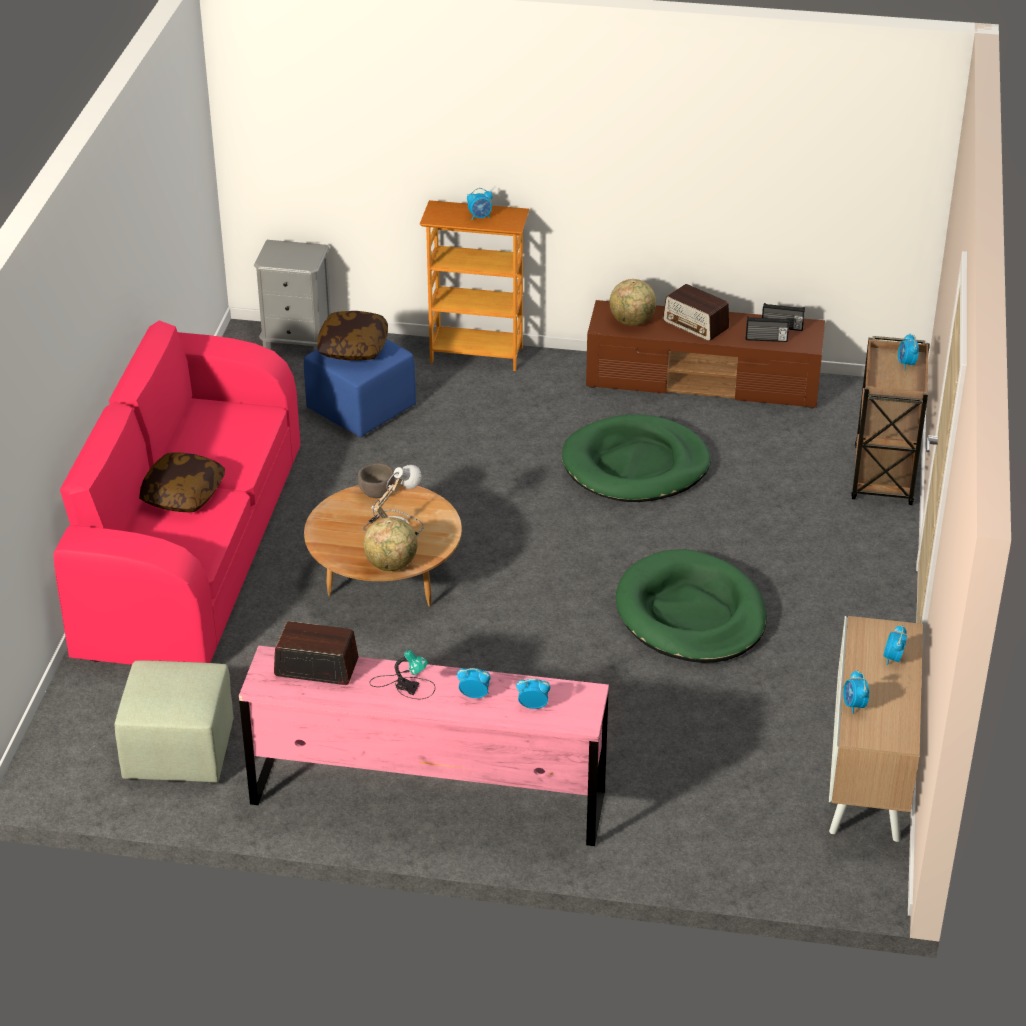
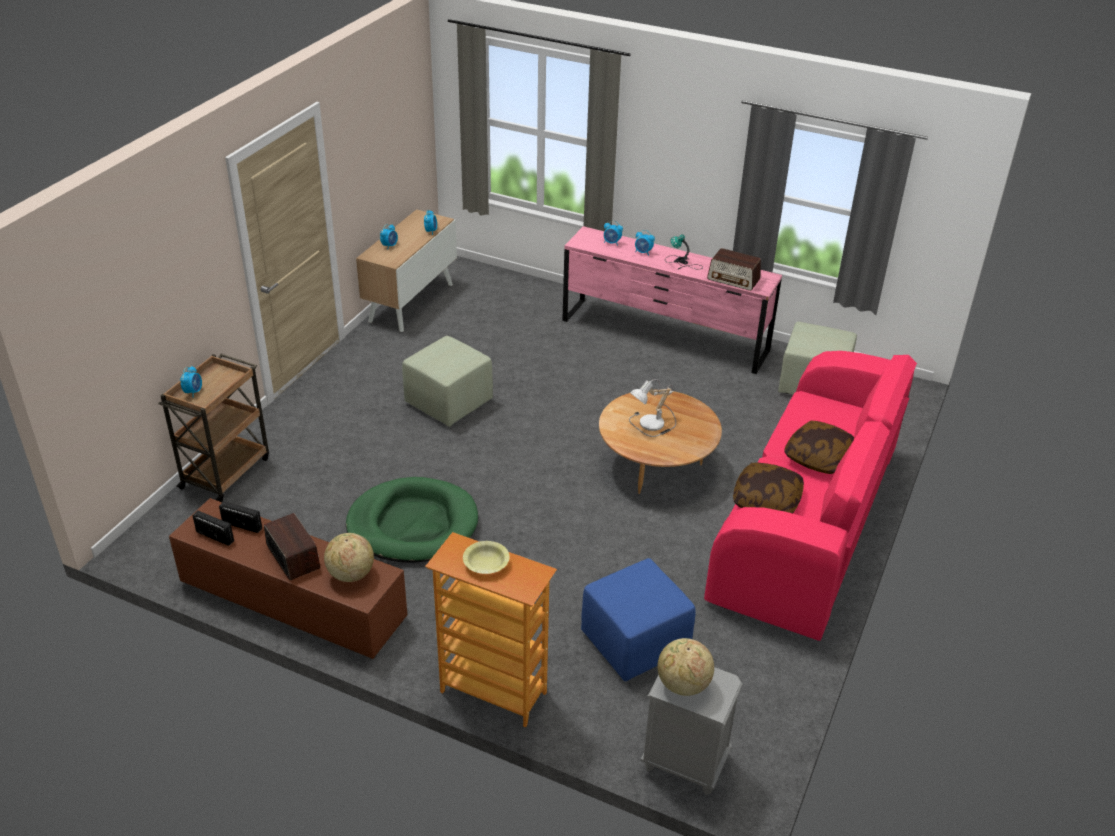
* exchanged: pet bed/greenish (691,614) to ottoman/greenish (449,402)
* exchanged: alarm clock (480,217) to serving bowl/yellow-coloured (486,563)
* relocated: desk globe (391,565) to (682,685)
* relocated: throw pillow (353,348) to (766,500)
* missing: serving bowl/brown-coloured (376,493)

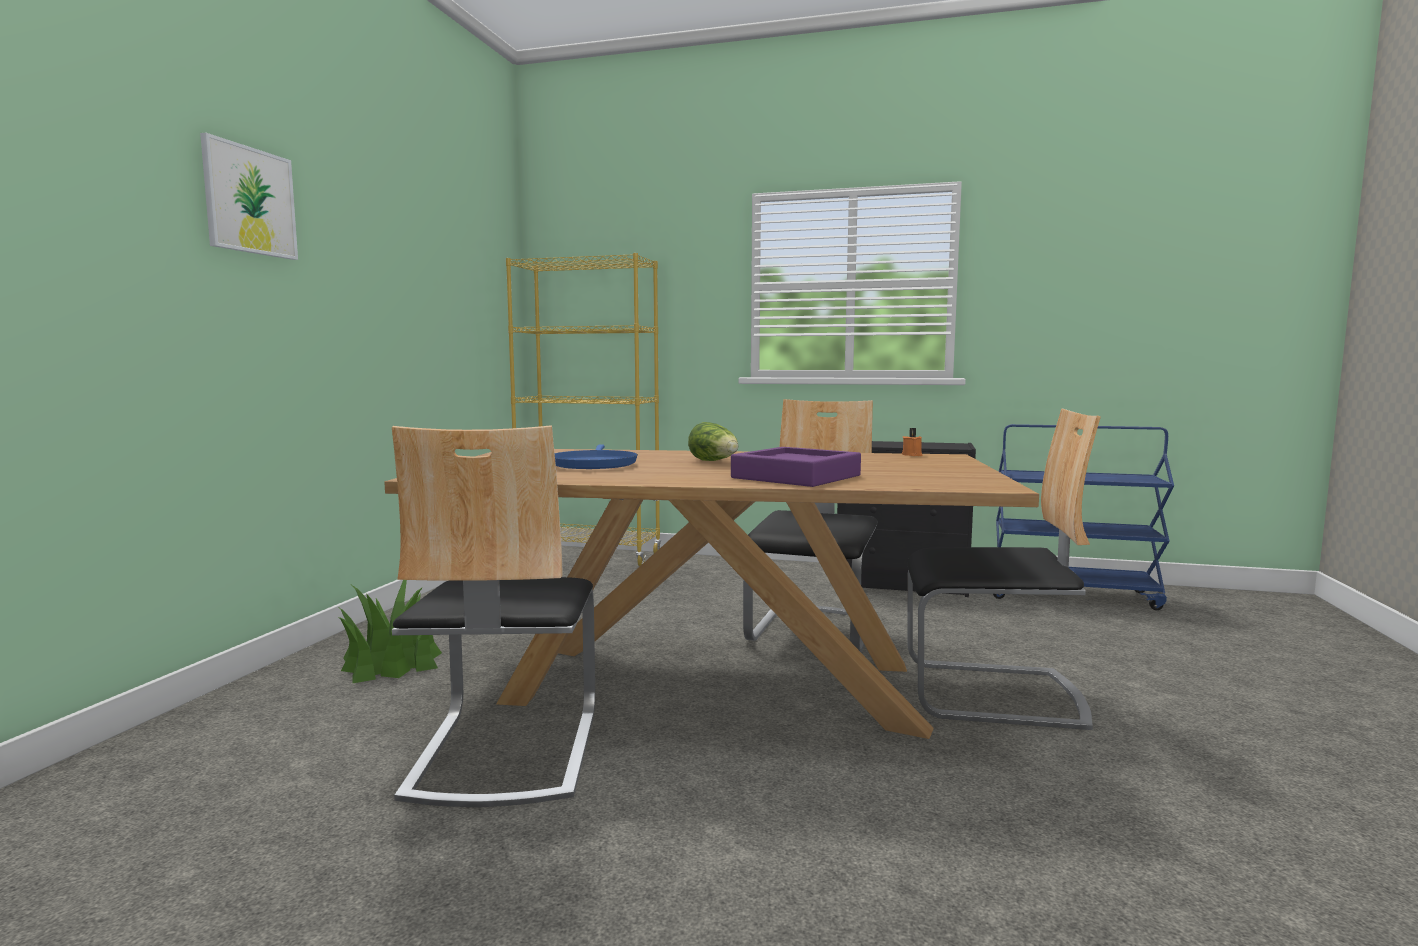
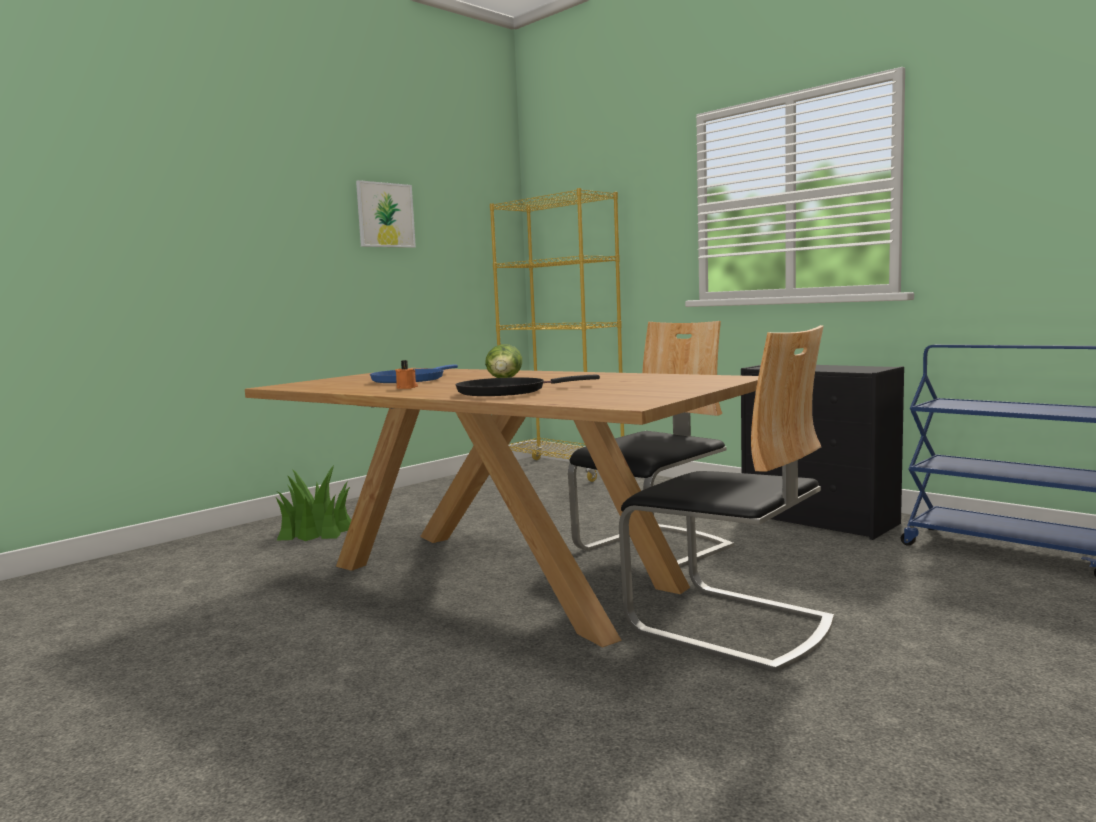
* relocated: wall picture (249,201) to (385,215)
* relocated: wax candle/orange (912,455) to (407,387)
* exchanged: carrying tray/purplish (796,477) to skillet/blackish (507,392)
* missing: plain chair (504,750)

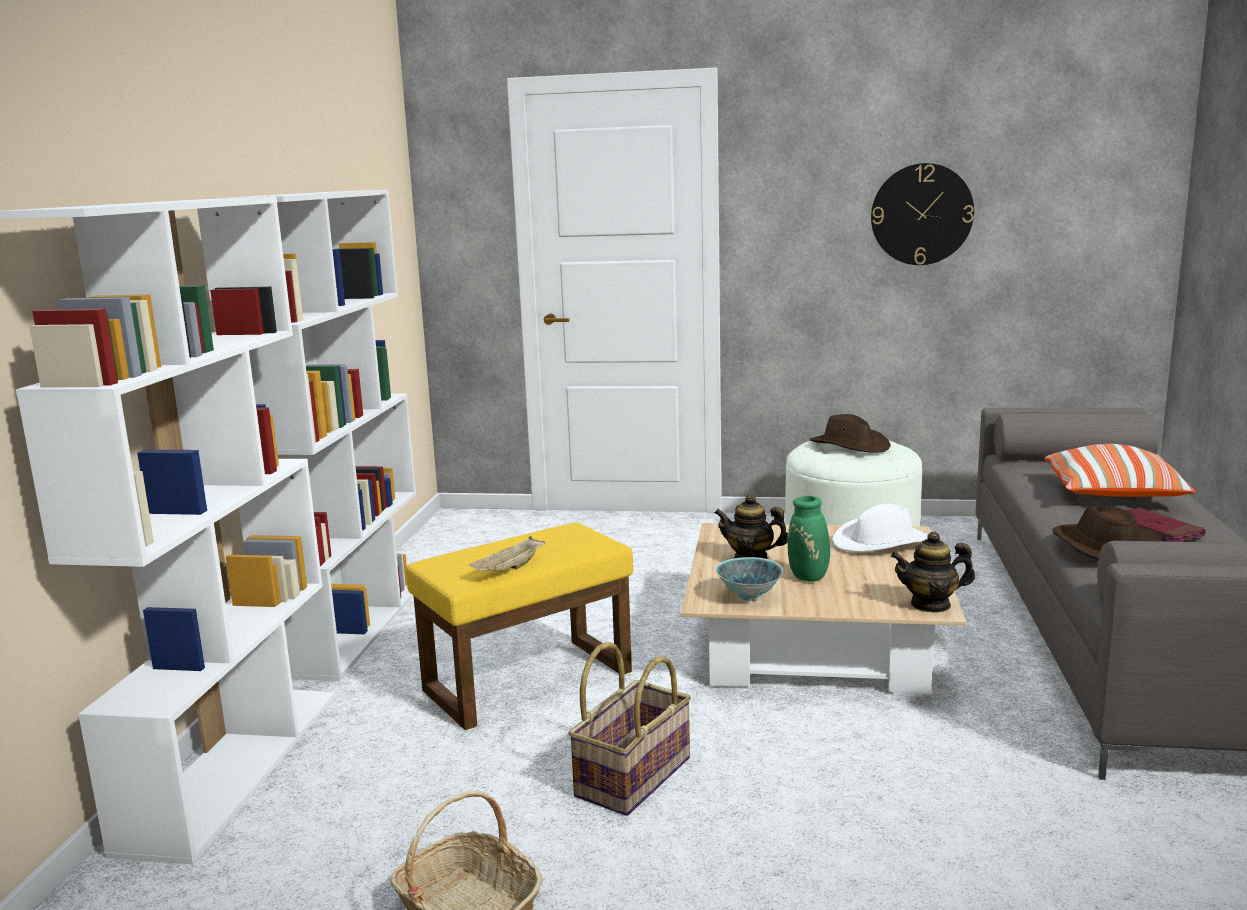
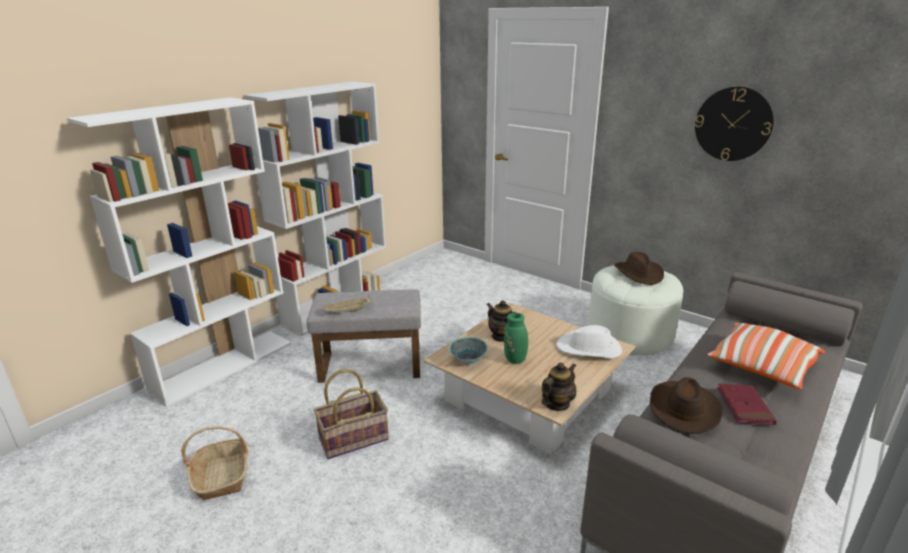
* colour: ottoman/yellow-coloured (527,682) to ottoman/greyish (369,366)
* spun: teapot (931,604) = (556,404) 105 degrees clockwise

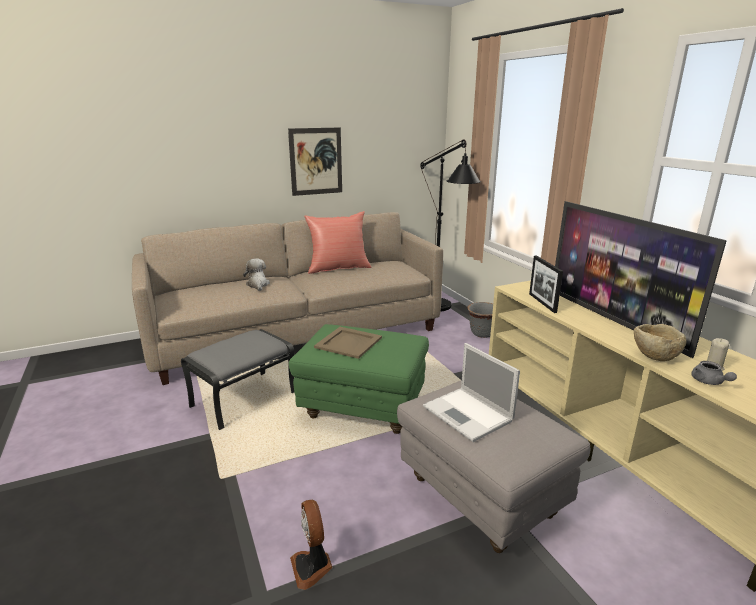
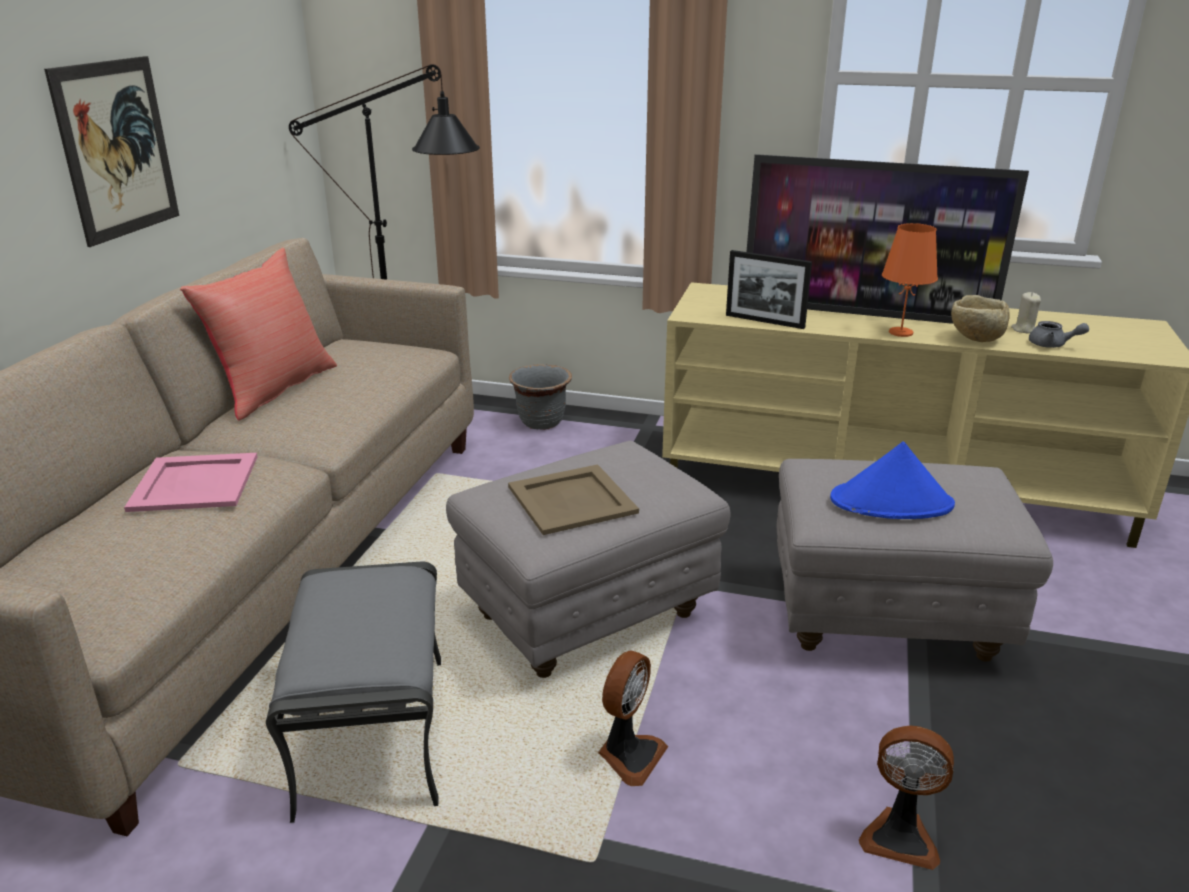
* exchanged: soft toy (258,285) to carrying tray/pink-coloured (195,483)
* colour: ottoman/greenish (363,409) to ottoman/greyish (587,615)
* appeared: fan (629,755)
* exchanged: notebook computer (469,414) to hat/blue-coloured (892,503)
* appeared: lamp for a table/orange (900,332)

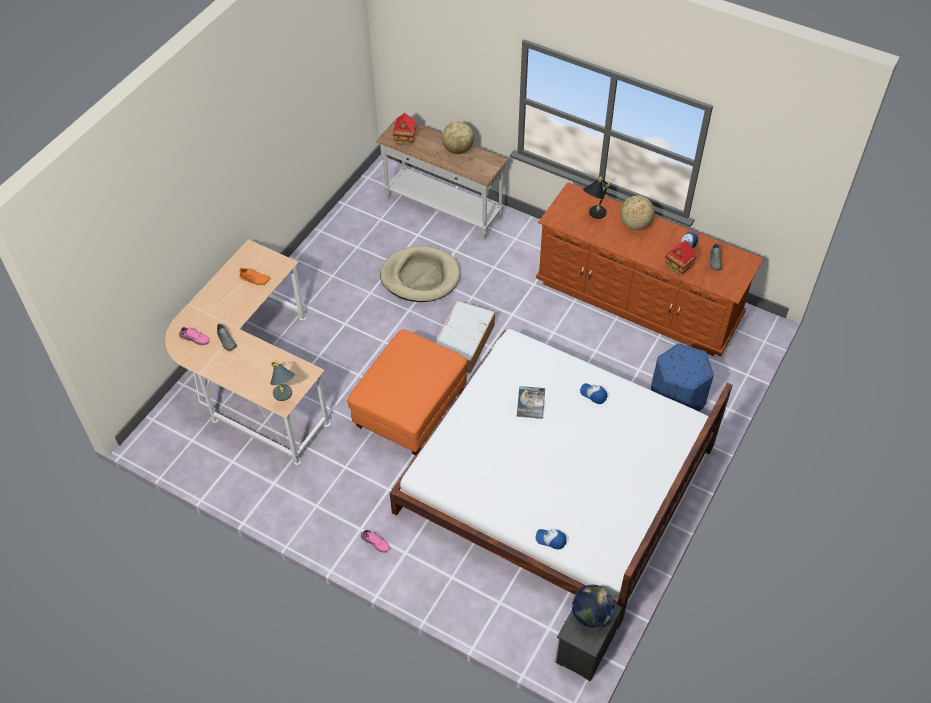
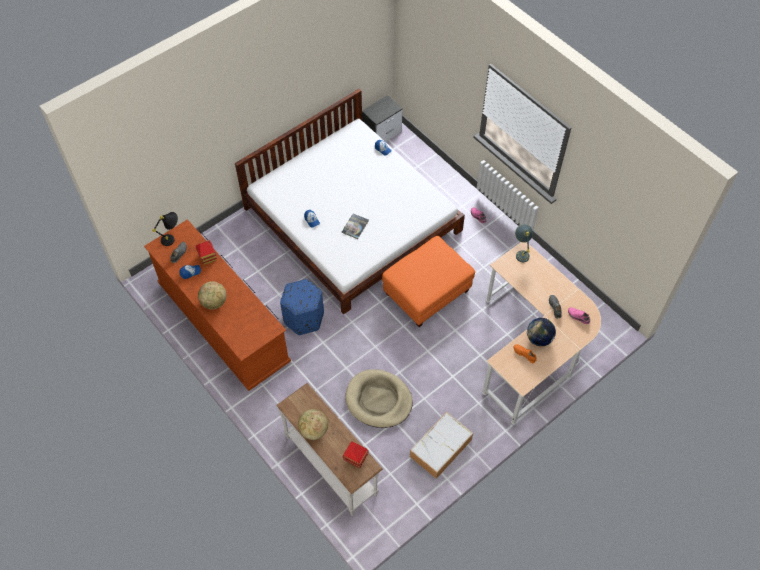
* relocated: lamp for a table/blackish (593,216) to (172,238)
* relocated: ottoman/blue-coloured (677,399) to (303,318)
* relocated: storage container (463,341) to (440,449)
* relocated: desk globe (591,614) to (539,338)

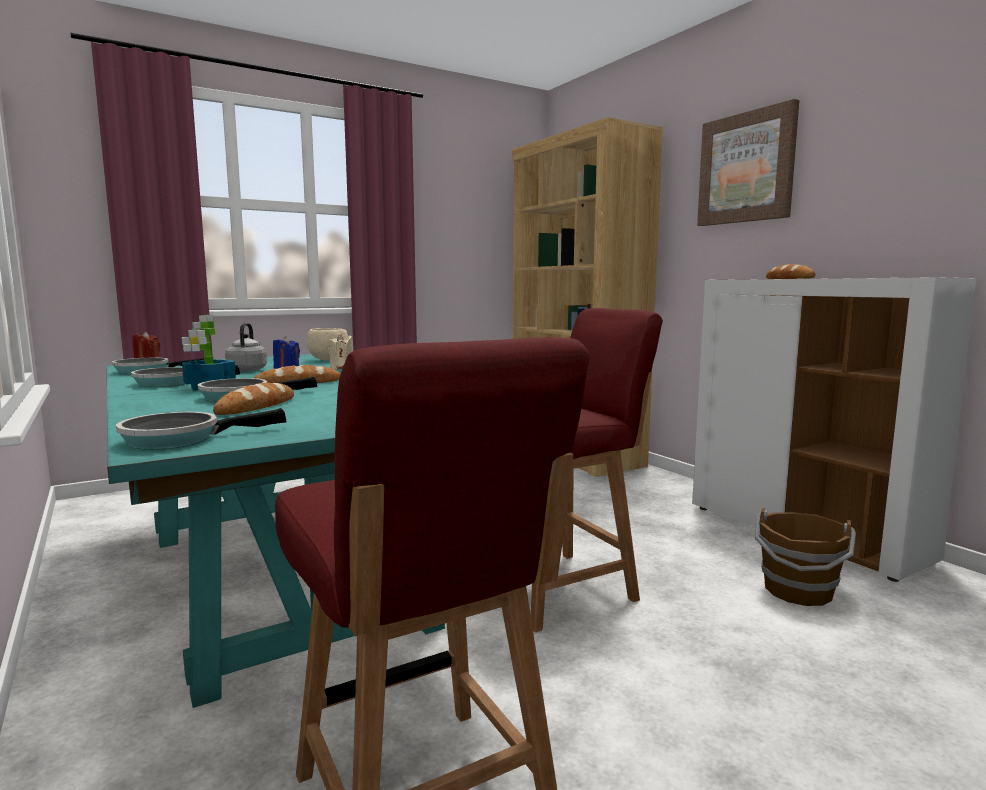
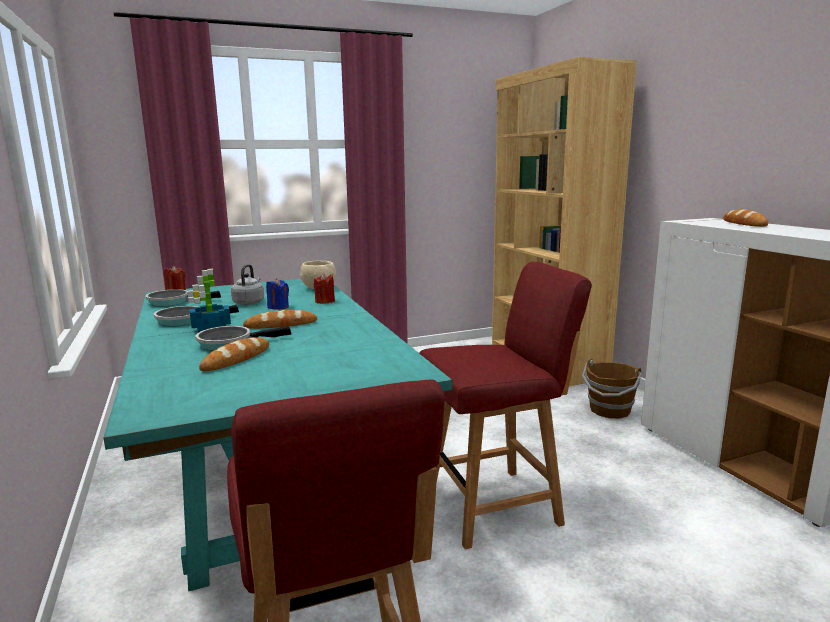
* colour: wax candle/sand-coloured (342,368) to wax candle/reddish (325,301)
* relocated: bucket/brown-coloured (798,592) to (609,410)
* missing: skillet (180,439)
* missing: wall picture (746,168)

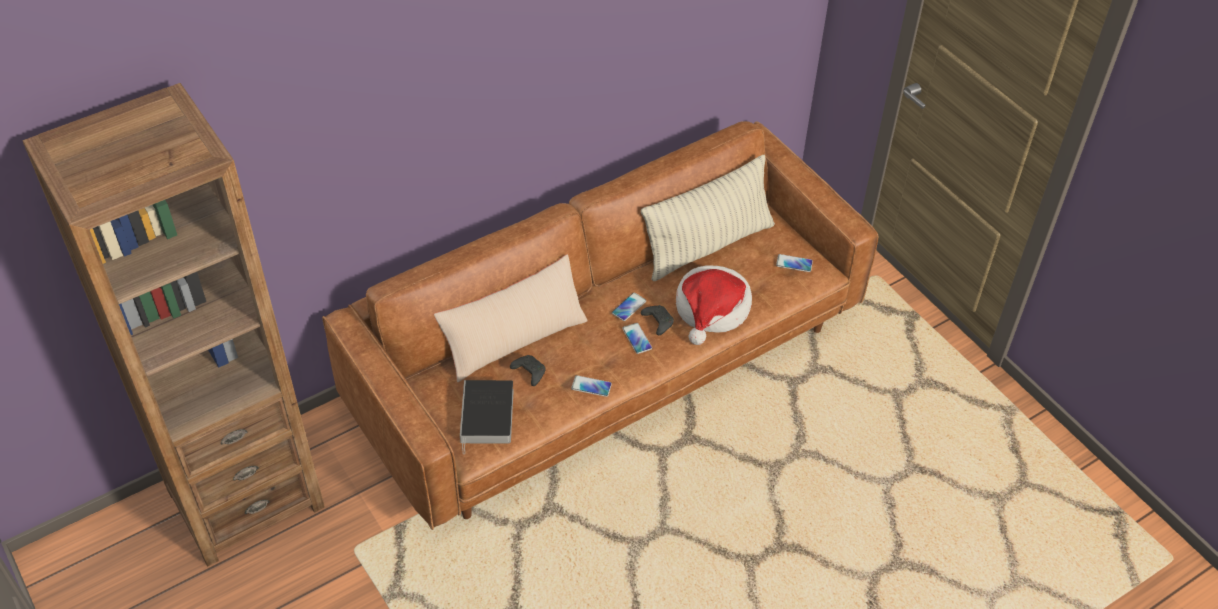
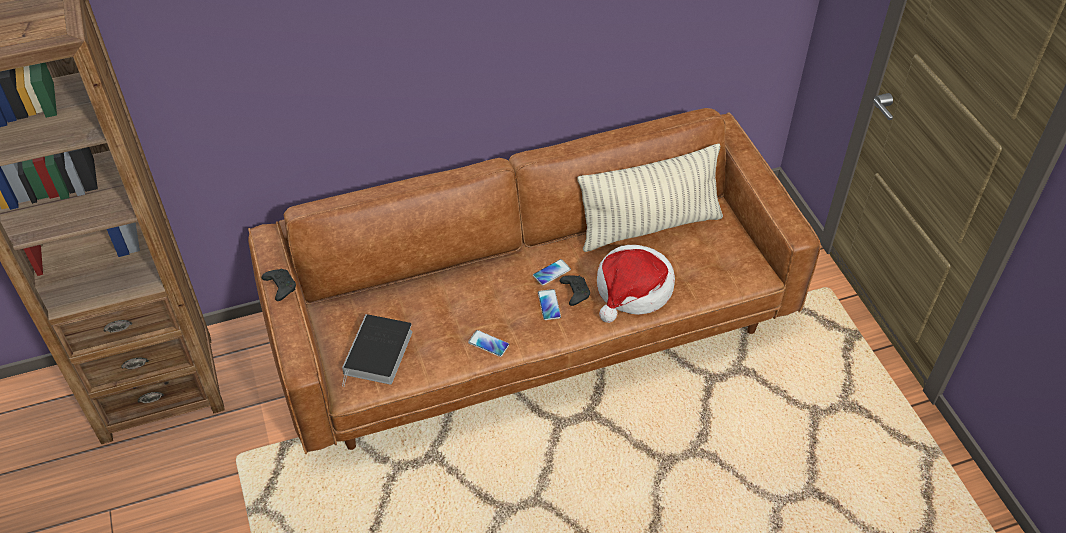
* relocated: game controller/blackish (528,372) to (280,287)
* missing: throw pillow/sand-coloured (514,339)
* missing: telephone (794,263)

